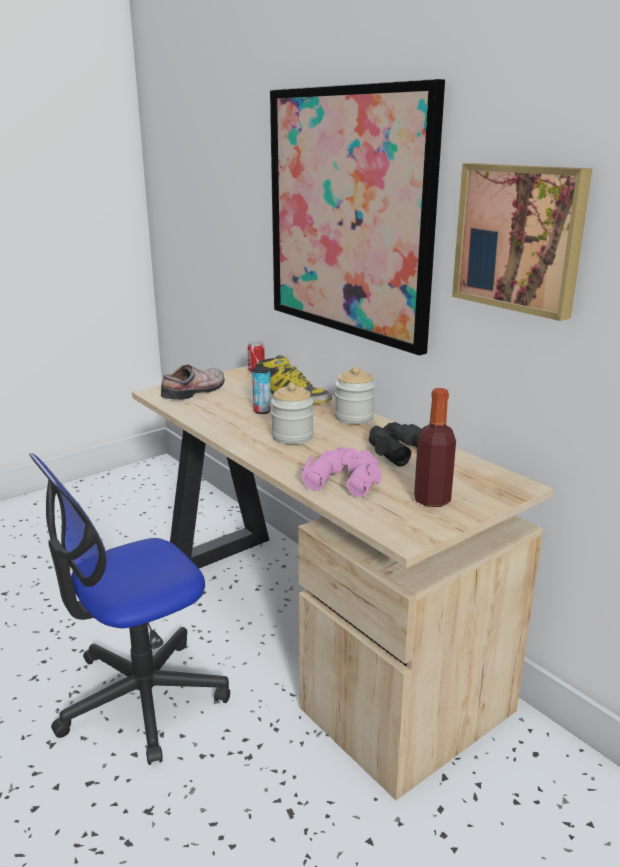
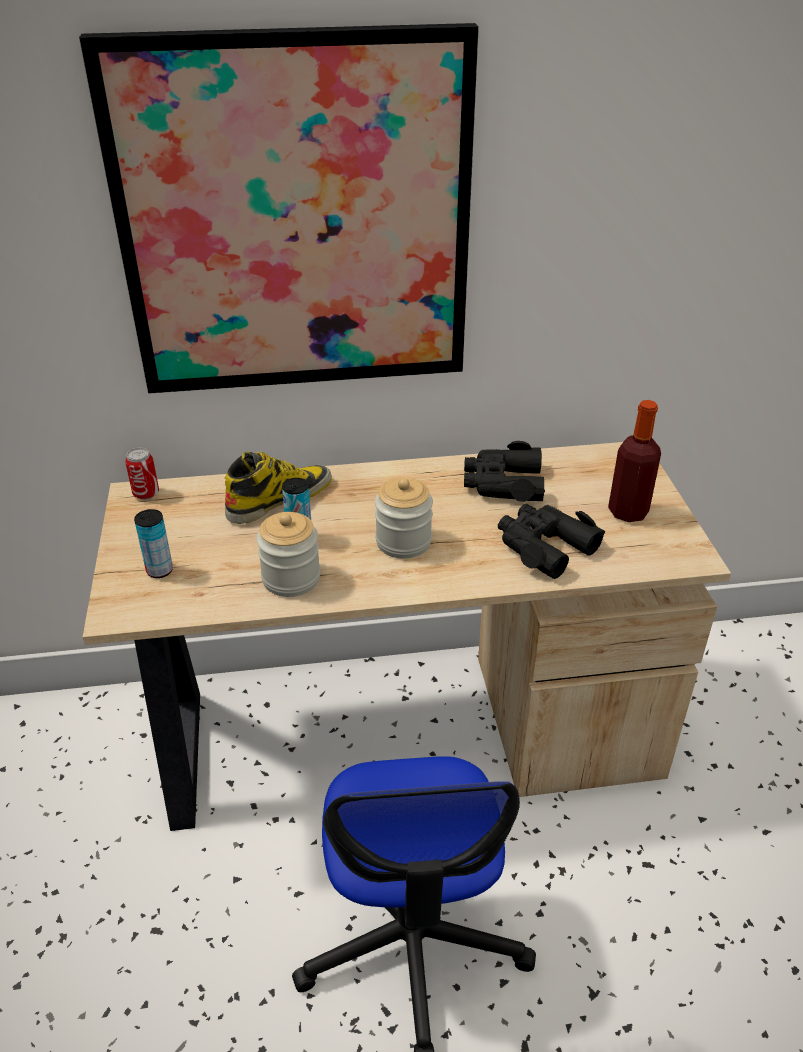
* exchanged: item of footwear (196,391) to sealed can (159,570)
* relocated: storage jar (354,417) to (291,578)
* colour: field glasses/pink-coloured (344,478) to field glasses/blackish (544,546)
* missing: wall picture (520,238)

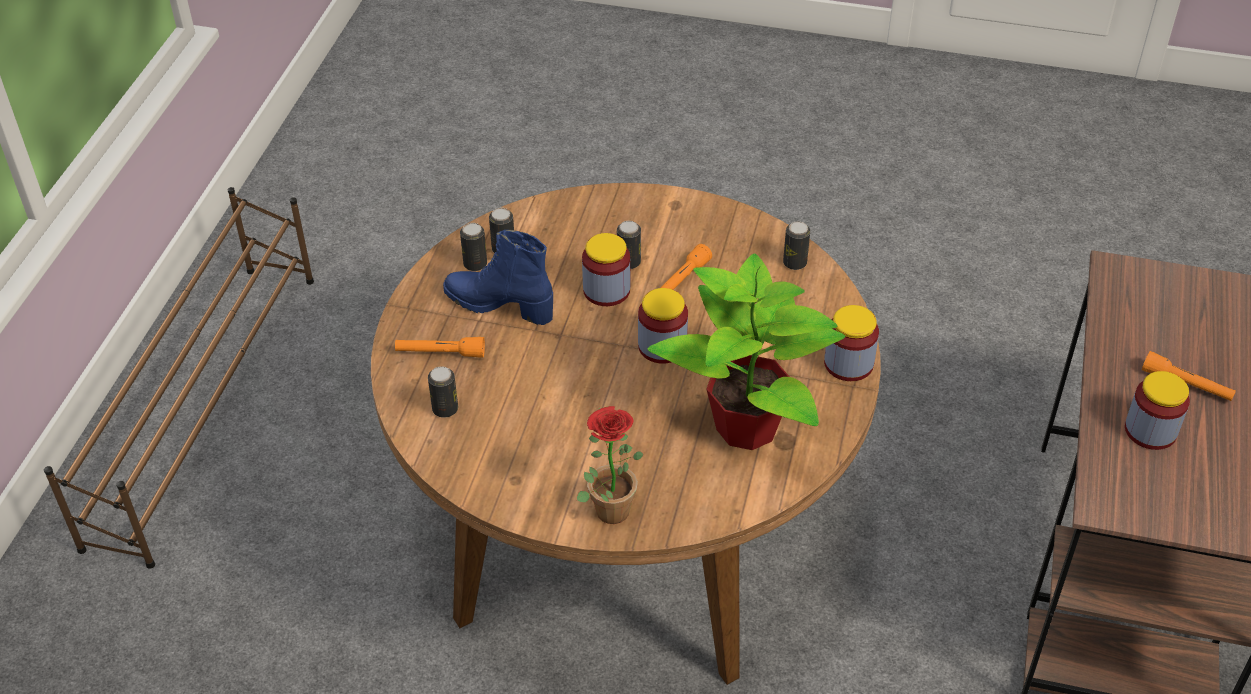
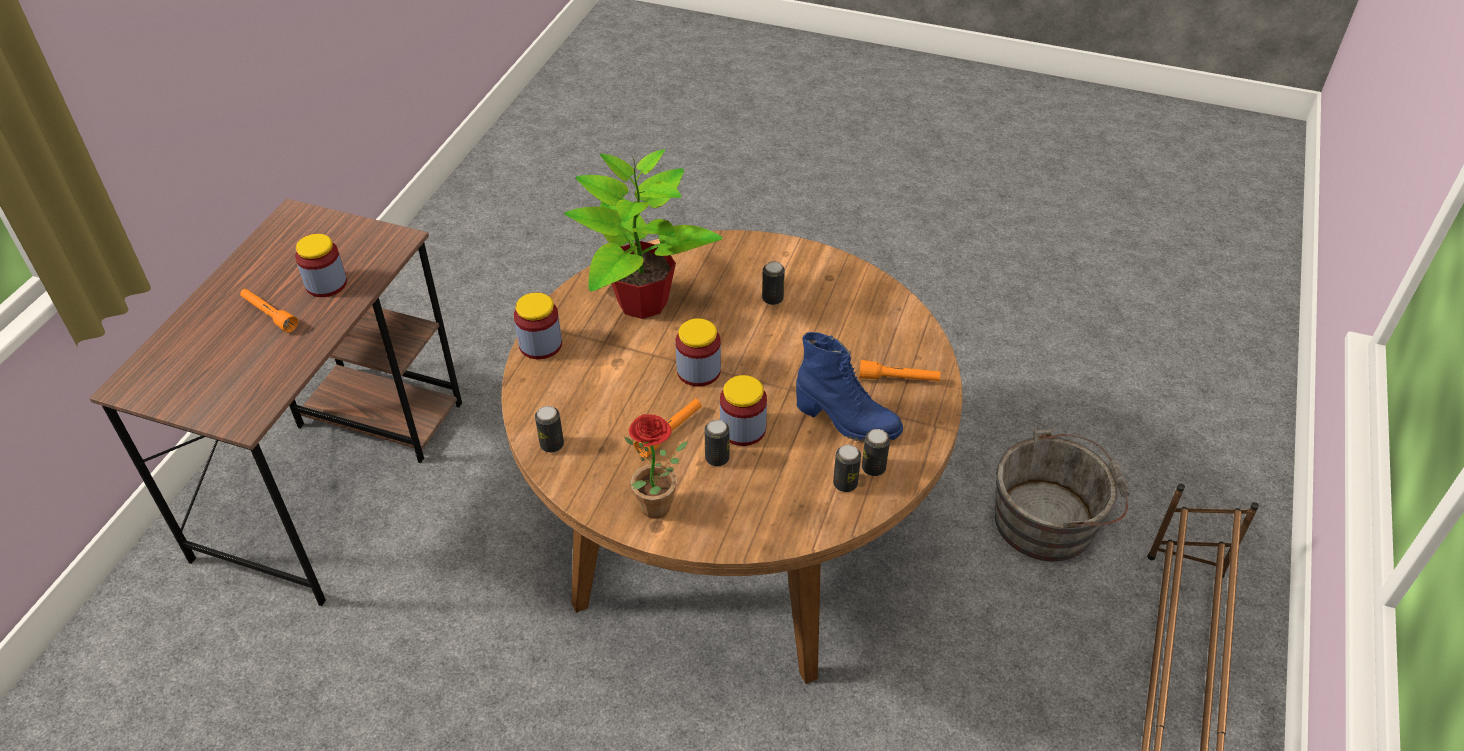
* relocated: houseplant (608,505) to (658,511)
* relocated: sealed can (445,409) to (772,299)
* appeared: bucket/greyish (1051,520)

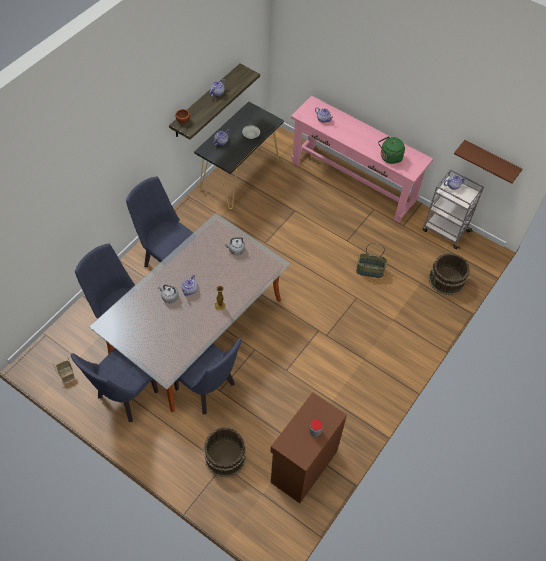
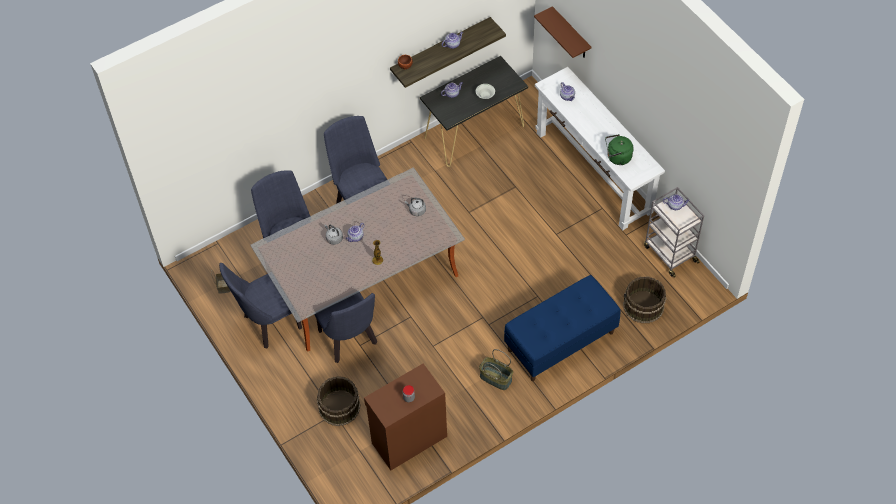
* relocated: basket (369,271) to (495,378)
* appeared: indoor bench/blue-coloured (560,342)
* relocated: bracket shelf/brown-coloured (490,162) to (571,34)
* colour: console table/pink-coloured (353,182) to console table/white-coloured (593,172)

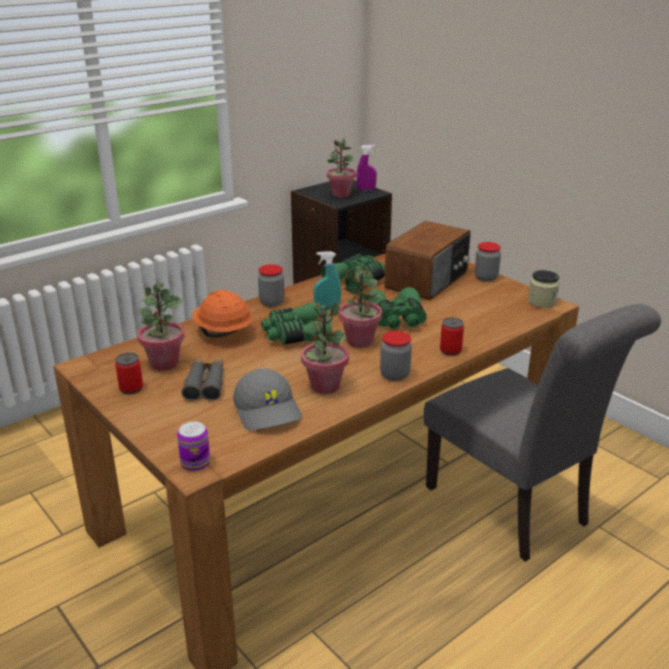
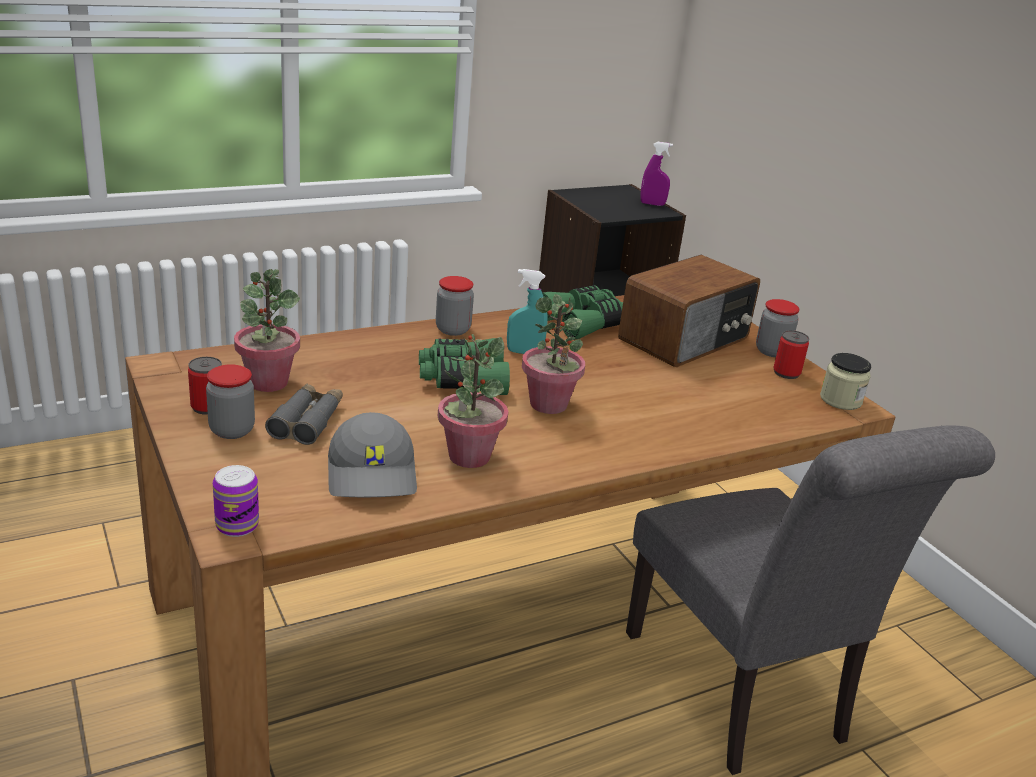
* relocated: storage jar (395,375) to (232,430)
* relocated: sealed can (450,351) to (786,373)
* missing: safety helmet/orange (222,332)
* missing: houseplant (341,194)
* missing: field glasses/greenish (397,320)

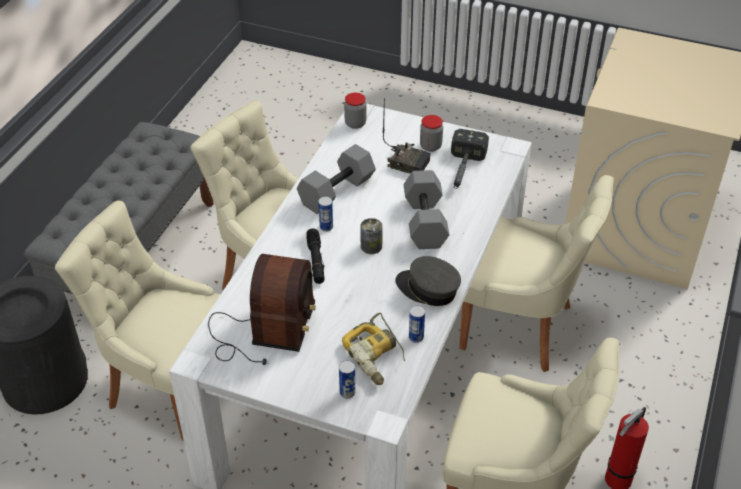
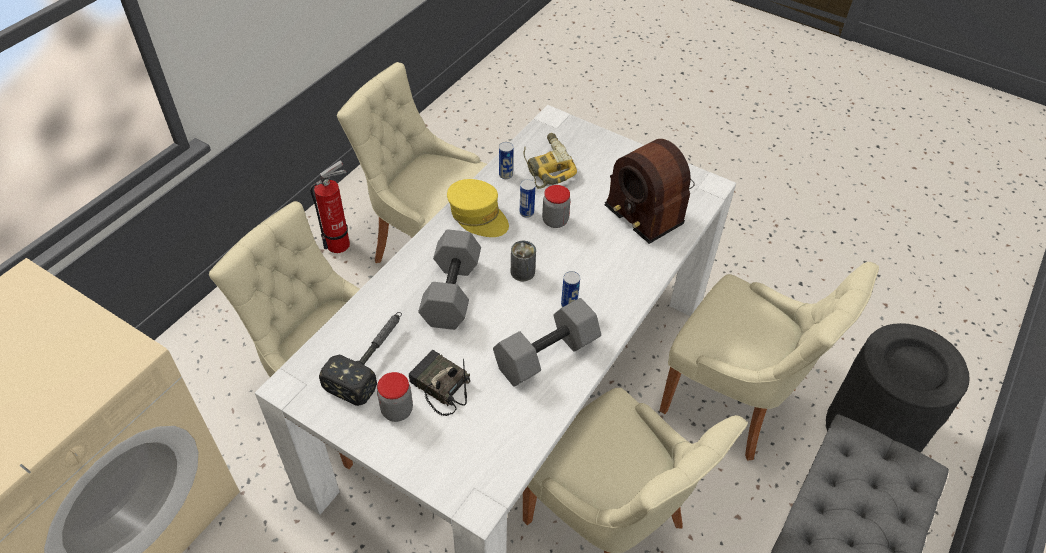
* colour: peaked cap/greyish (428,289) to peaked cap/yellow-coloured (478,216)
* relocated: sealed can (347,392) to (526,212)
* relocated: storage jar (355,123) to (555,221)
* spun: radio set (264,331) = (648,202) 60 degrees counterclockwise
* missing: flashlight/blackish (316,261)

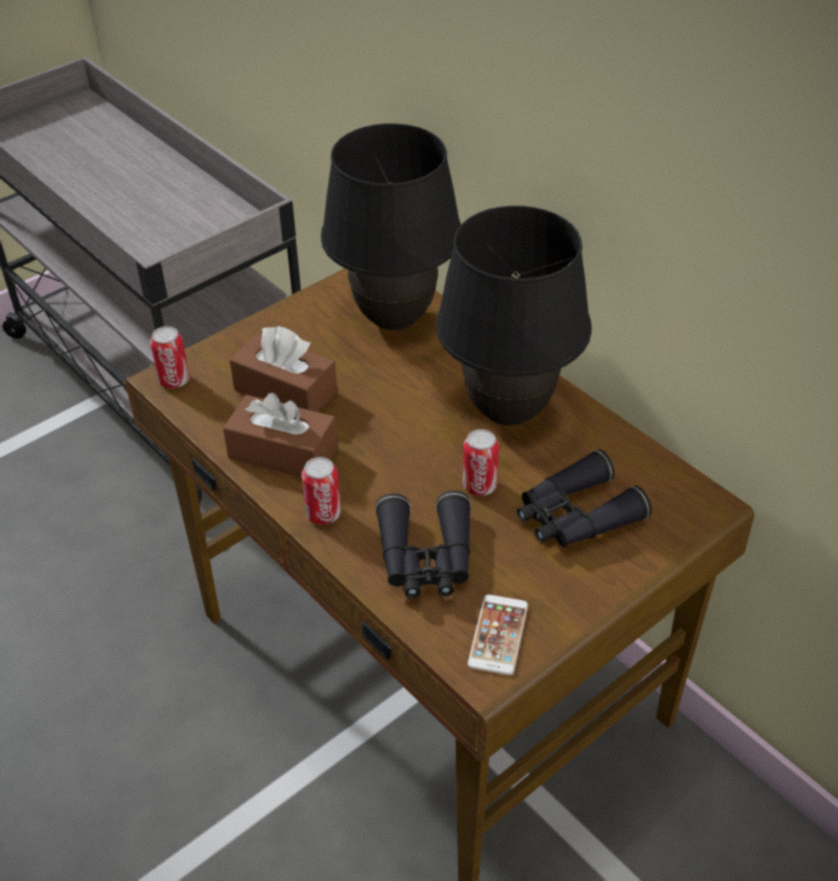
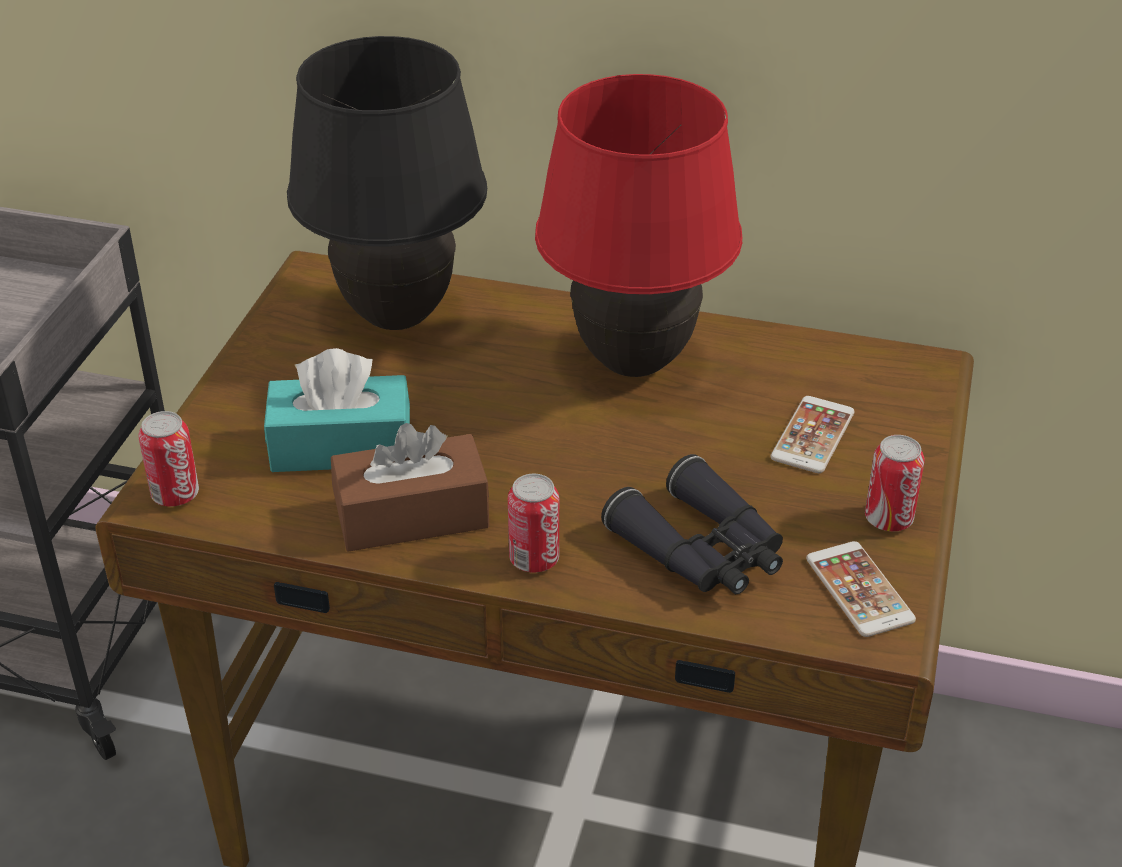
* colour: tissue box/brown-coloured (285,391) to tissue box/blue-green (341,446)
* colour: lamp for a table/blackish (507,413) to lamp for a table/reddish (633,363)
* exchanged: field glasses/blackish (575,516) to telephone (812,435)
* relocated: sealed can (479,486) to (888,519)

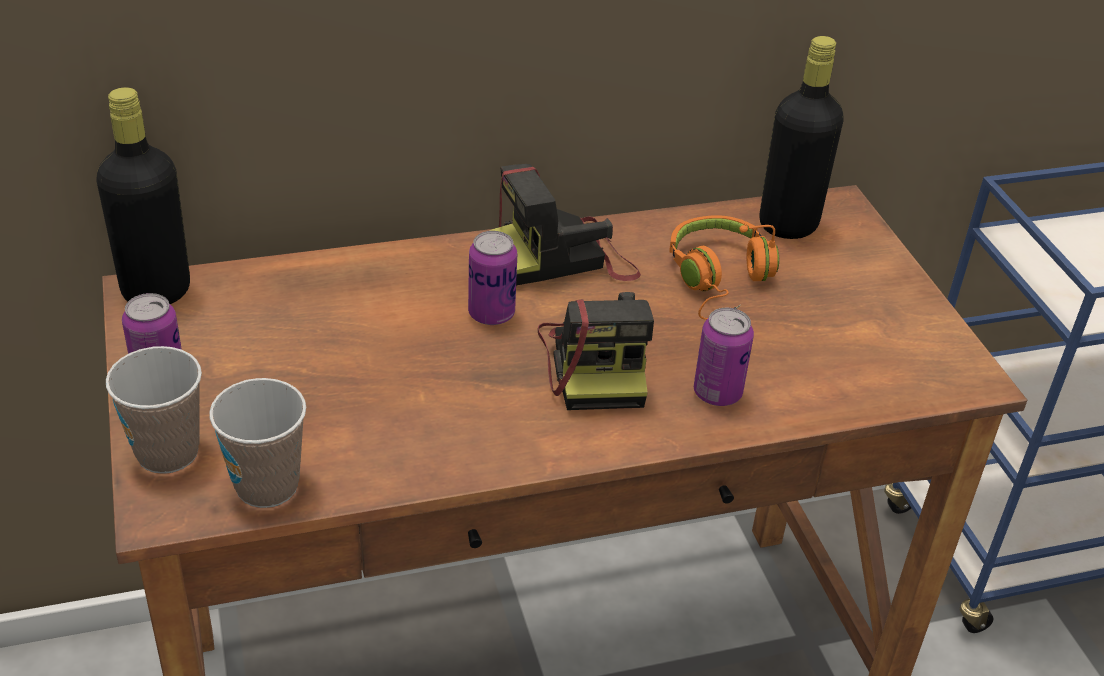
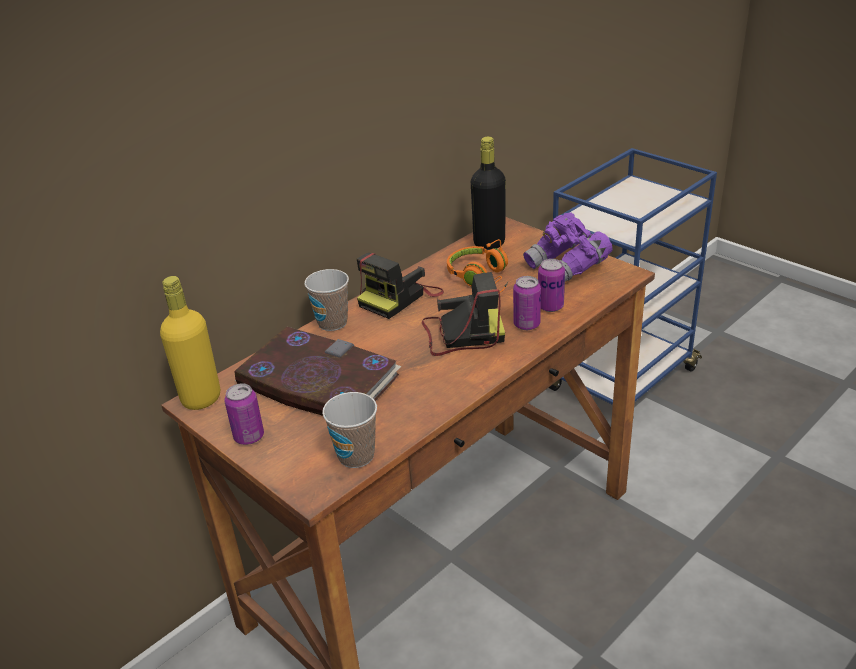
* colour: bottle/blackish (156,291) to bottle/yellow-coloured (201,398)
* appeared: bound book (317,381)
* relocated: drinking cup (167,453) to (332,323)
* spun: photo camera (598,362) = (461,335) 60 degrees counterclockwise
* appeared: field glasses/purplish (567,267)
* relocated: sealed can (491,314) to (550,306)

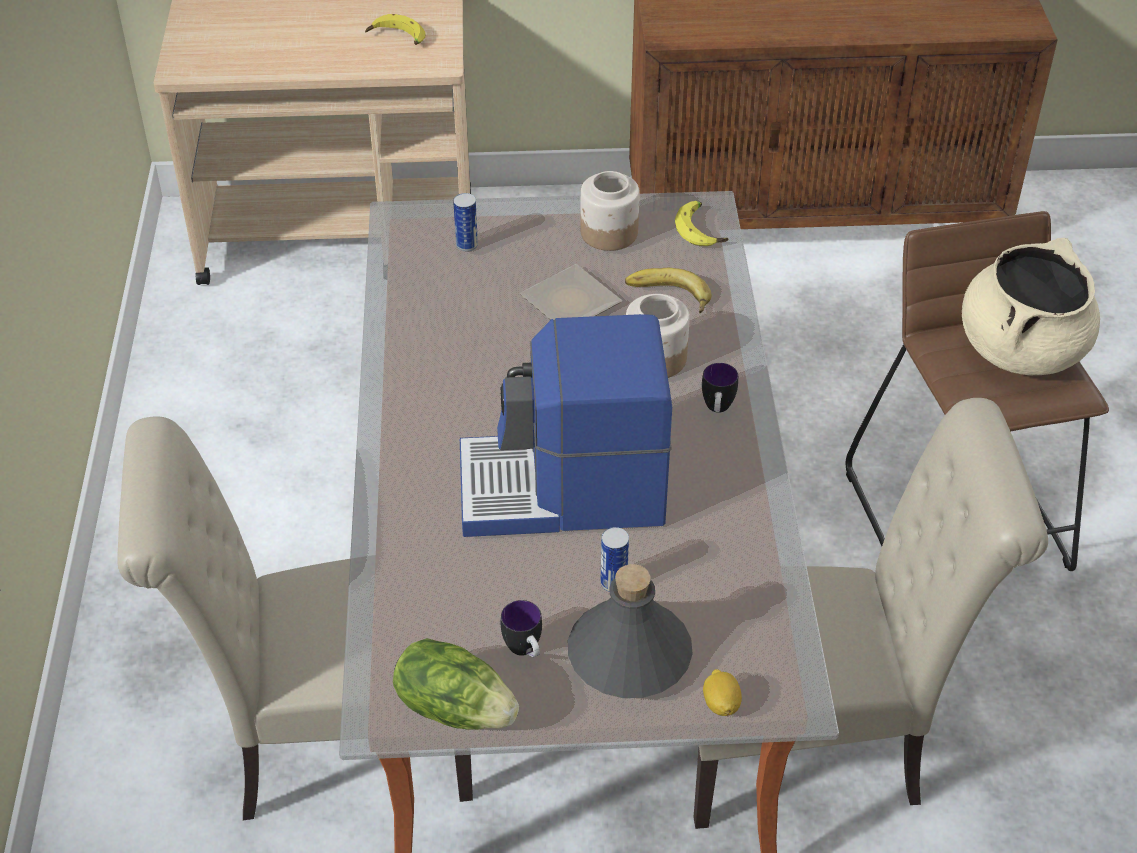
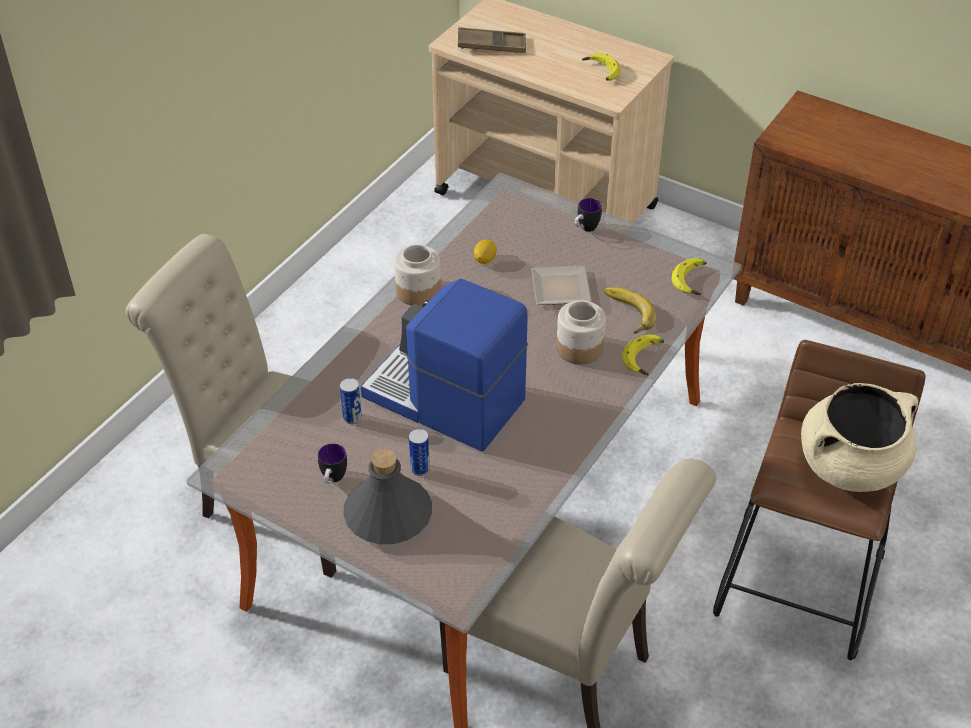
* relocated: sealed can (467,245) to (352,418)
* relocated: storage jar (608,233) to (417,291)
* appeared: carrying tray/brown-coloured (491,45)
* relocated: lemon (721,704) to (485,259)
* relocated: mug (717,410) to (585,229)
* appeared: banana (646,359)
* missing: head of lettuce (455,707)

